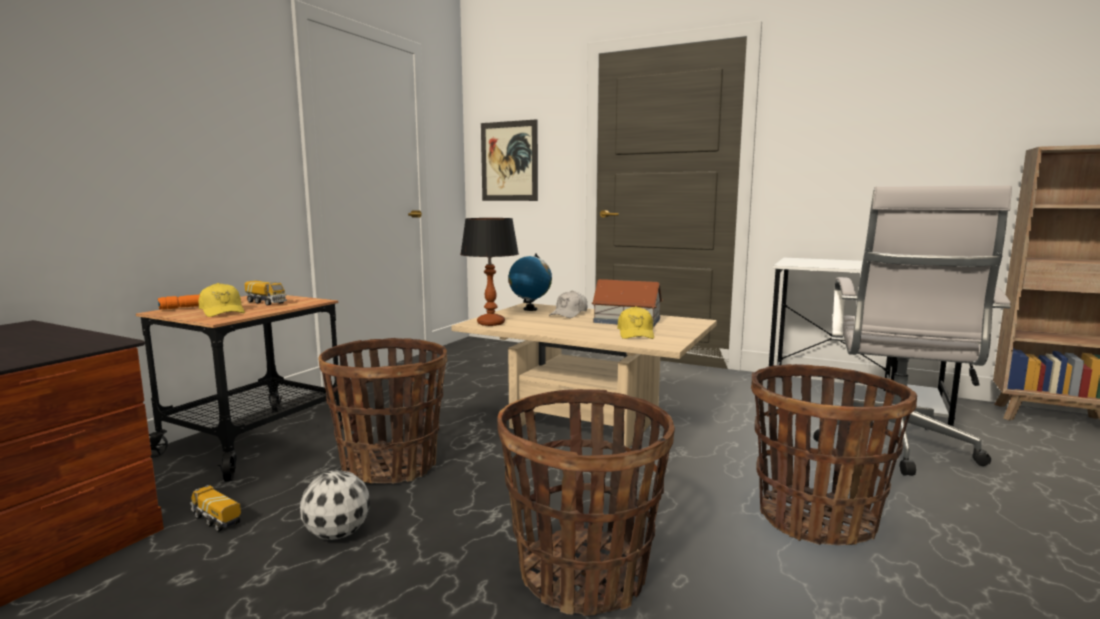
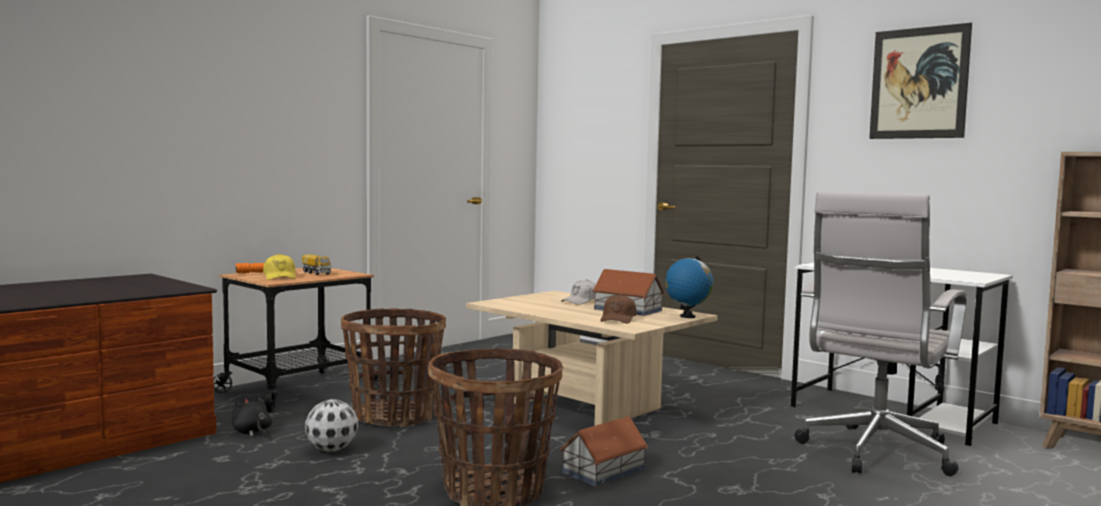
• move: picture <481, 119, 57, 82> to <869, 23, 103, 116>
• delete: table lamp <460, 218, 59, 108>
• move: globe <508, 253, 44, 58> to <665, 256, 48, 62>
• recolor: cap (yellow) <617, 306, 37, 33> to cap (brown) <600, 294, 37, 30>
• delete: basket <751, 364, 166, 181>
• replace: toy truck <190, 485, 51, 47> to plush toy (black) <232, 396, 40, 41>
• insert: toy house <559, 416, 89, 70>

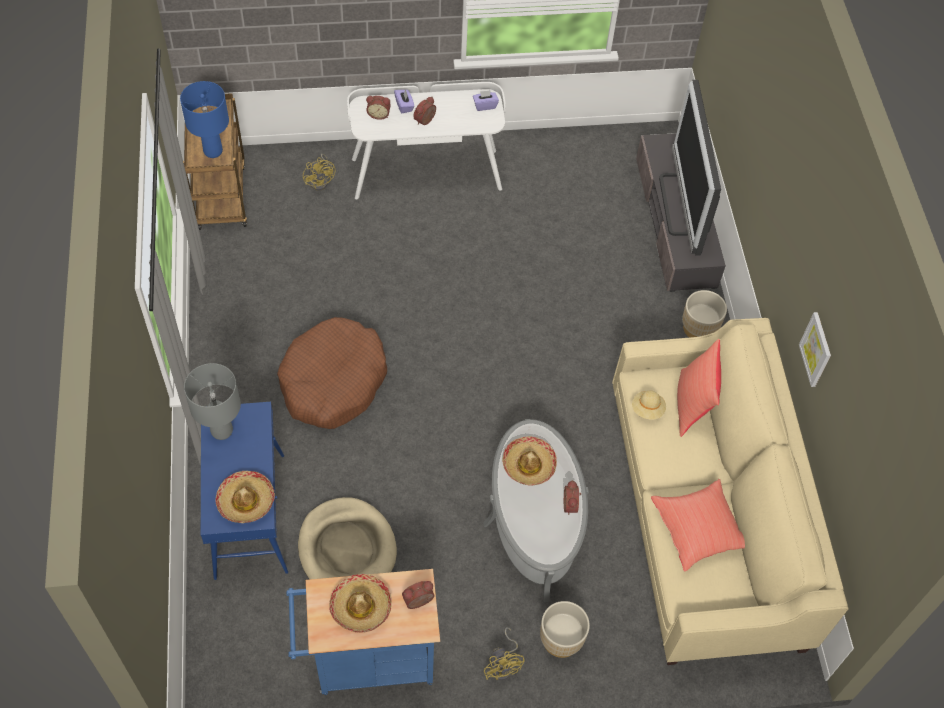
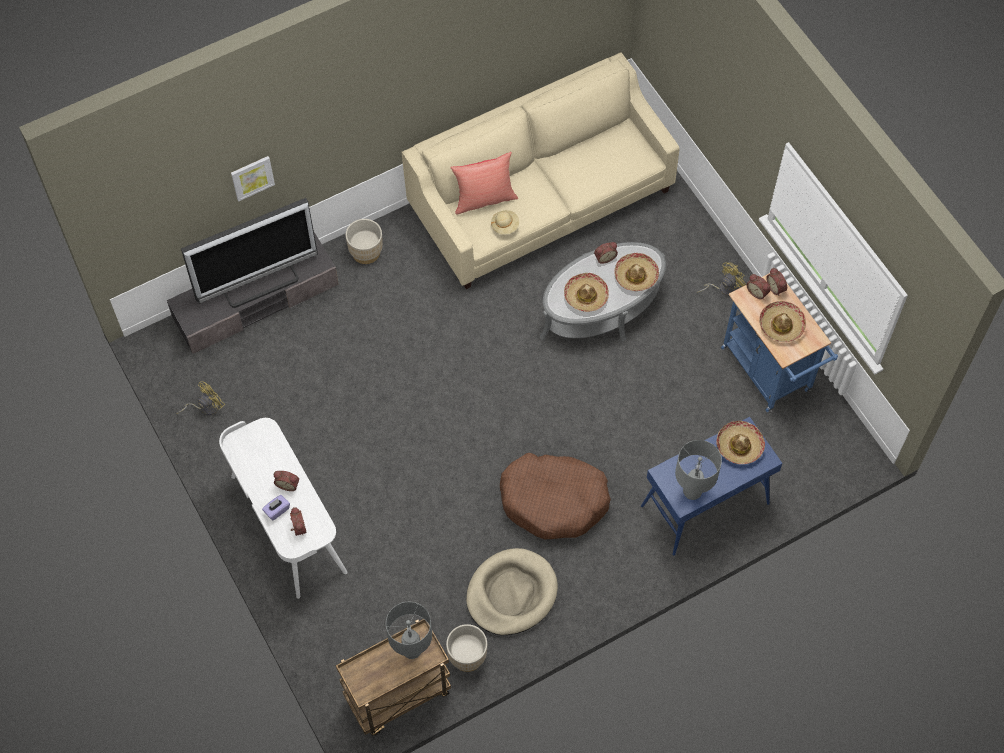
• recolor: table lamp (blue) <180, 81, 49, 77> to table lamp (grey) <386, 602, 46, 57>
• delete: tissue box (purple) <473, 90, 26, 21>
• move: fan (yellow) <303, 154, 32, 37> to <176, 381, 49, 34>
• move: picture <799, 312, 32, 75> to <231, 156, 44, 45>
• delete: pillow (red) <651, 479, 94, 92>
• move: dog bed (beige) <298, 497, 99, 82> to <466, 548, 92, 87>
• move: planter (beige) <540, 601, 50, 57> to <446, 624, 41, 48>
• insert: hat <615, 253, 44, 38>
• insert: alarm clock <766, 268, 21, 28>

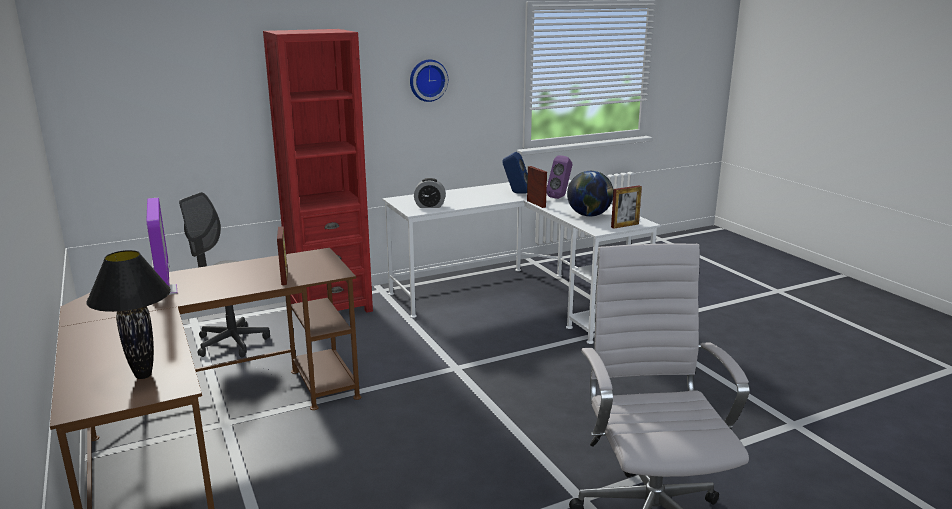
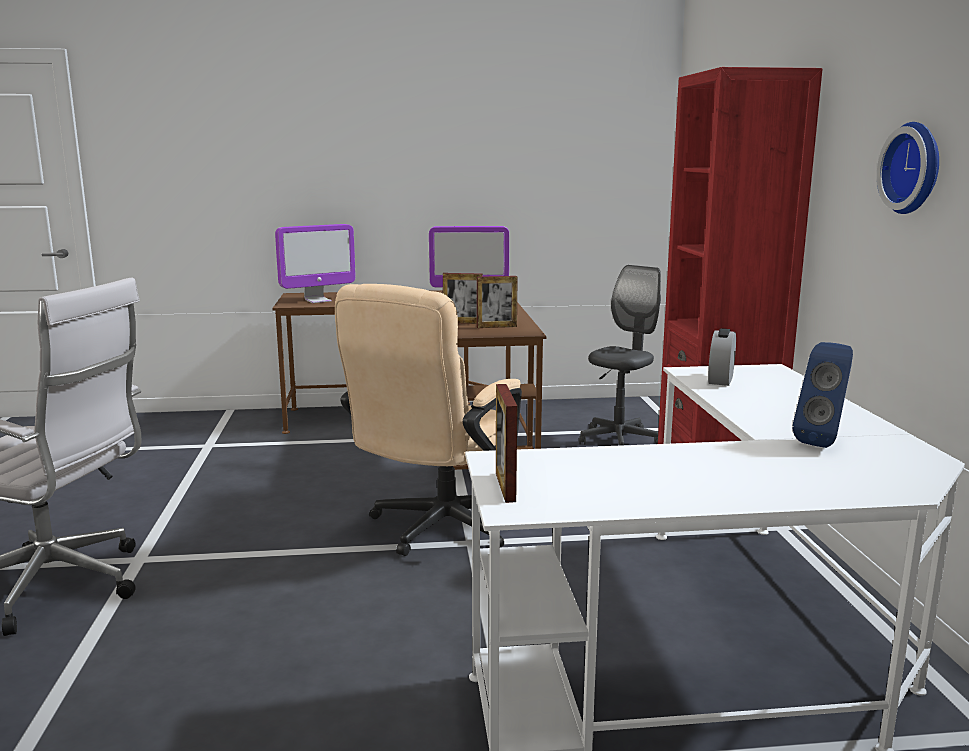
• delete: speaker (purple) <546, 155, 26, 44>
• move: picture frame <527, 166, 20, 42> to <477, 276, 41, 52>
• delete: globe <567, 171, 46, 46>
• replace: table lamp (black) <86, 250, 85, 129> to monitor <275, 224, 80, 79>
• insert: office chair (beige) <335, 284, 187, 272>

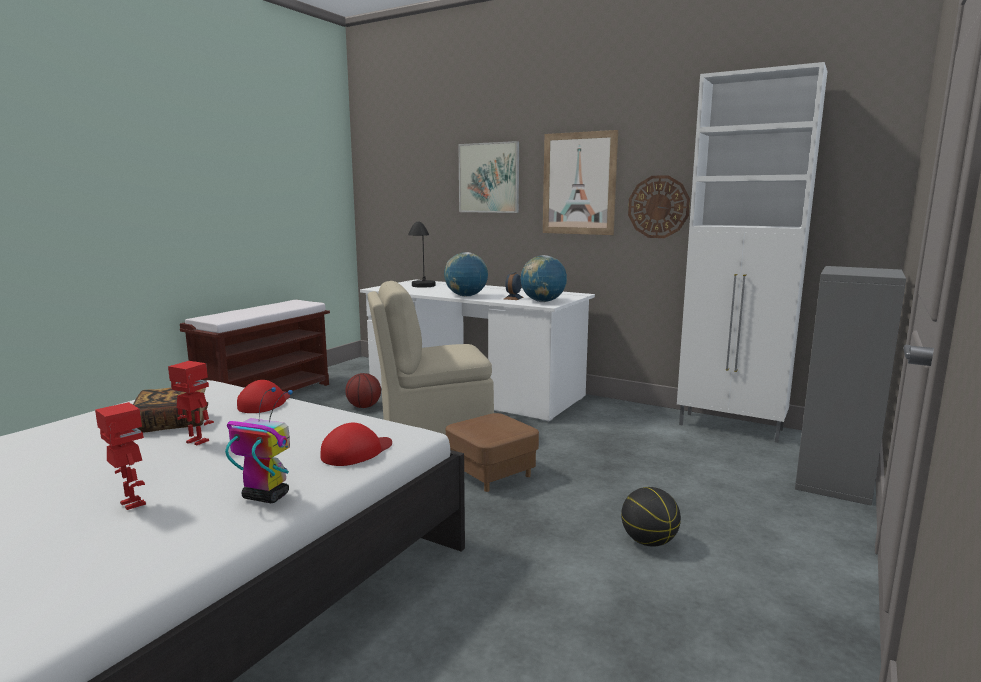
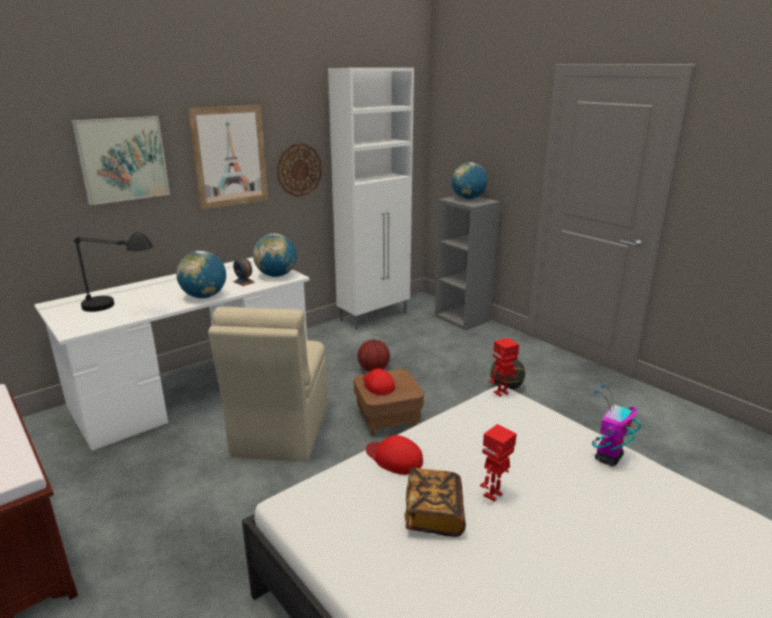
• move: basketball <345, 373, 36, 35> to <358, 340, 32, 32>
• move: toy robot <95, 402, 51, 108> to <489, 338, 30, 59>
• move: cap (red) <321, 423, 71, 43> to <363, 369, 32, 26>
• insert: globe <451, 162, 37, 37>

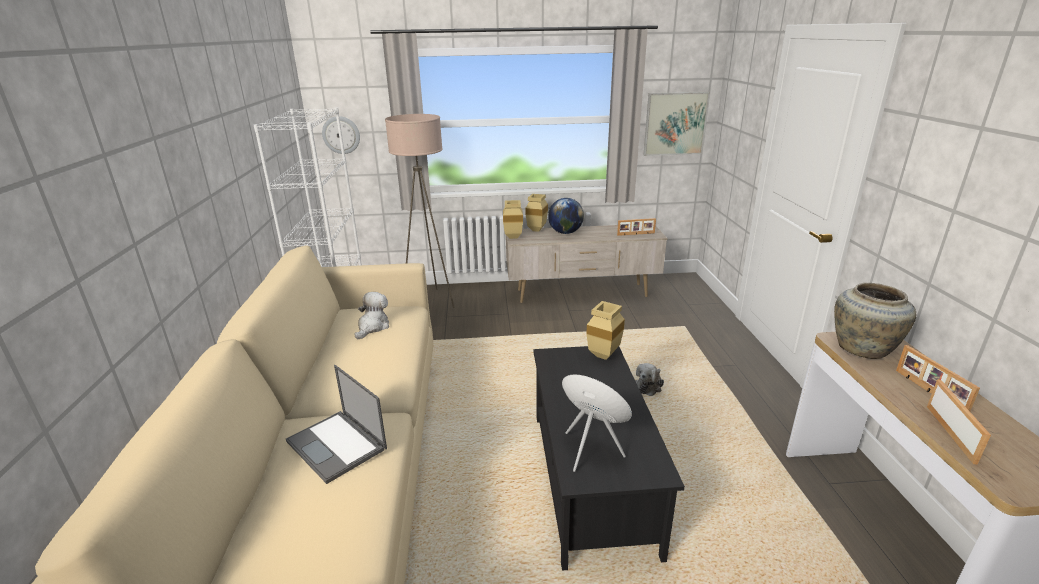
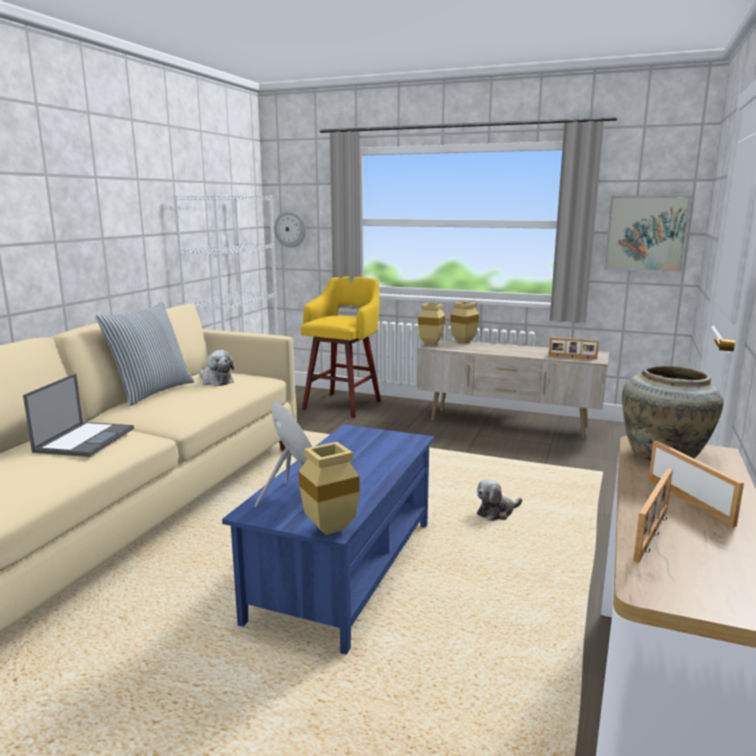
• replace: floor lamp (beige) <385, 114, 70, 194> to stool (yellow) <301, 276, 80, 142>
• delete: globe <548, 198, 36, 36>
• rotate: plush toy <354, 292, 35, 47> = <199, 350, 35, 36> 90 degrees clockwise
• move: vase (beige) <587, 301, 38, 59> to <299, 442, 61, 93>
• rotate: picture frame <896, 345, 84, 66> = <649, 441, 95, 86> 150 degrees clockwise
• recolor: coffee table (black) <533, 346, 152, 225> to coffee table (blue) <222, 424, 212, 231>
• rotate: laptop <286, 365, 101, 119> = <23, 373, 111, 84> 150 degrees counterclockwise
• insert: pillow <95, 302, 99, 104>

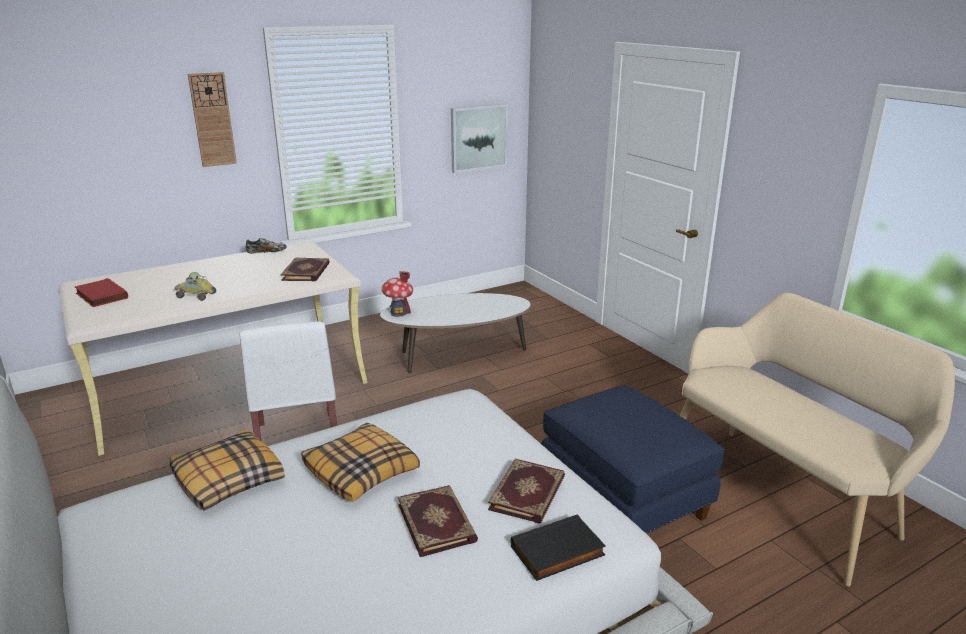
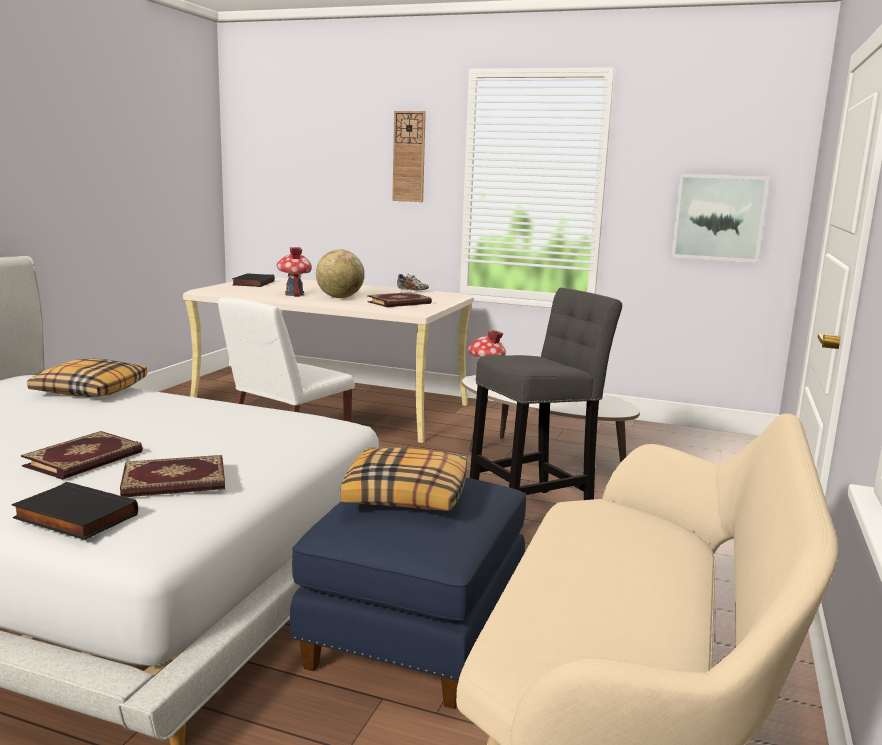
• replace: toy car <174, 272, 42, 29> to toy house <277, 247, 35, 50>
• recolor: book (red) <75, 278, 53, 29> to book (black) <232, 273, 43, 14>
• move: pillow <301, 423, 119, 79> to <340, 448, 127, 63>
• insert: globe <316, 249, 49, 49>
• insert: stool (grey) <470, 288, 152, 212>

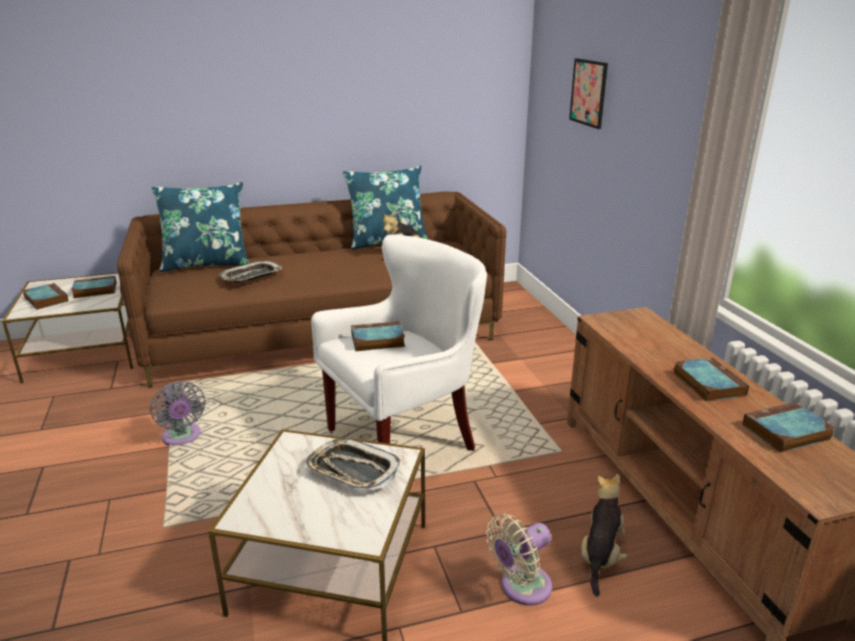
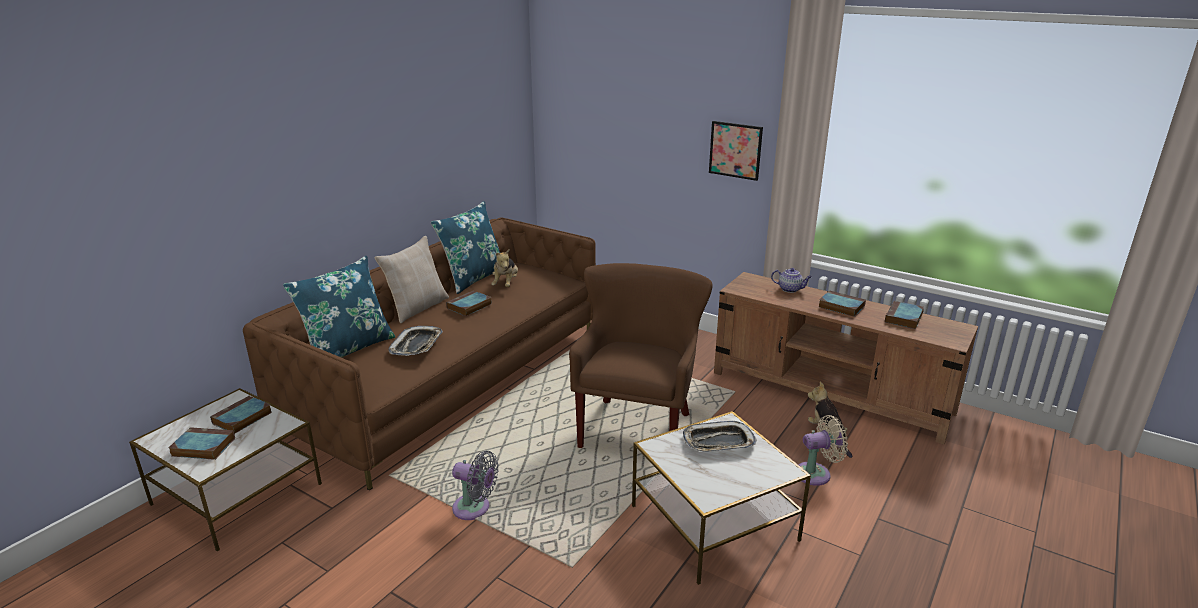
• move: picture <569, 58, 39, 71> to <709, 121, 54, 60>
• recolor: armchair (white) <311, 234, 176, 217> to armchair (brown) <569, 263, 143, 185>
• move: book <351, 321, 54, 30> to <446, 290, 45, 26>
• rotate: fan (beige) <486, 514, 66, 92> = <798, 415, 50, 71> 120 degrees counterclockwise
• insert: pillow (beige) <374, 236, 75, 87>
• insert: teapot <771, 268, 41, 25>

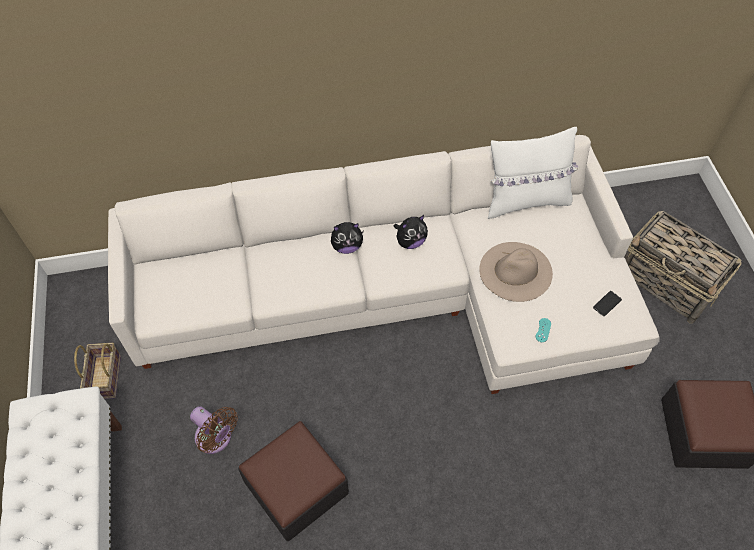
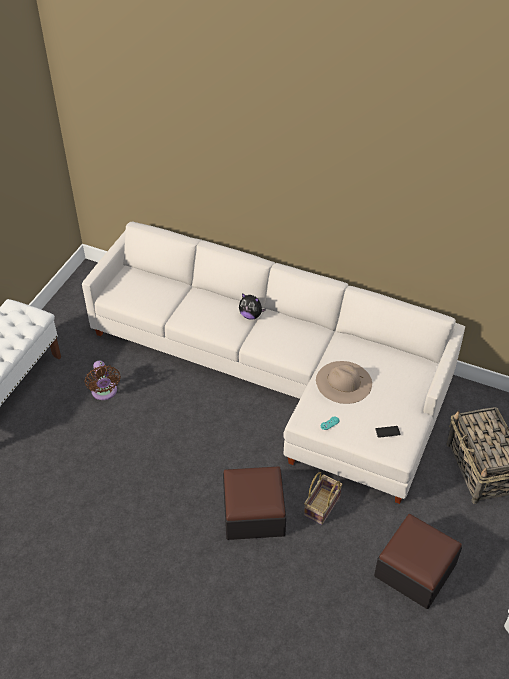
• delete: pillow (white) <488, 127, 90, 92>
• delete: plush toy <393, 215, 35, 34>
• move: basket <74, 343, 47, 56> to <304, 472, 39, 53>
• move: ottoman <238, 421, 111, 120> to <223, 466, 63, 74>

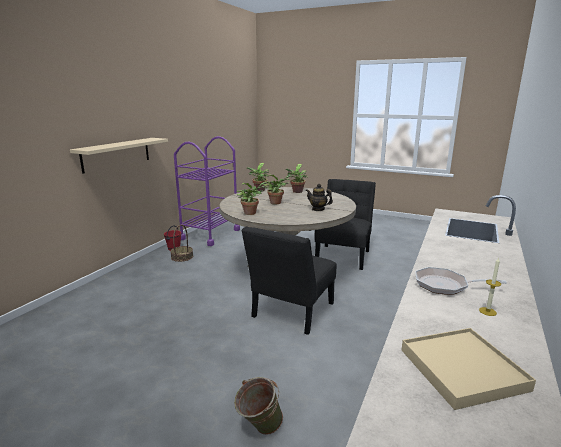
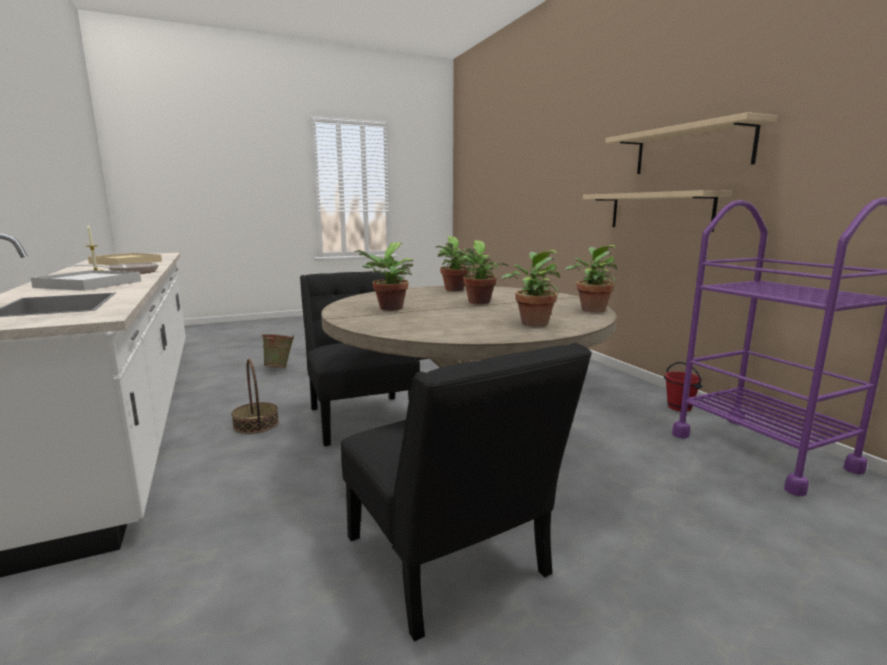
• replace: teapot <306, 184, 27, 27> to potted plant <355, 243, 59, 68>
• move: basket <170, 224, 23, 38> to <231, 359, 48, 75>
• insert: shelf (beige) <605, 112, 173, 62>
• insert: tray (white) <31, 270, 110, 21>

